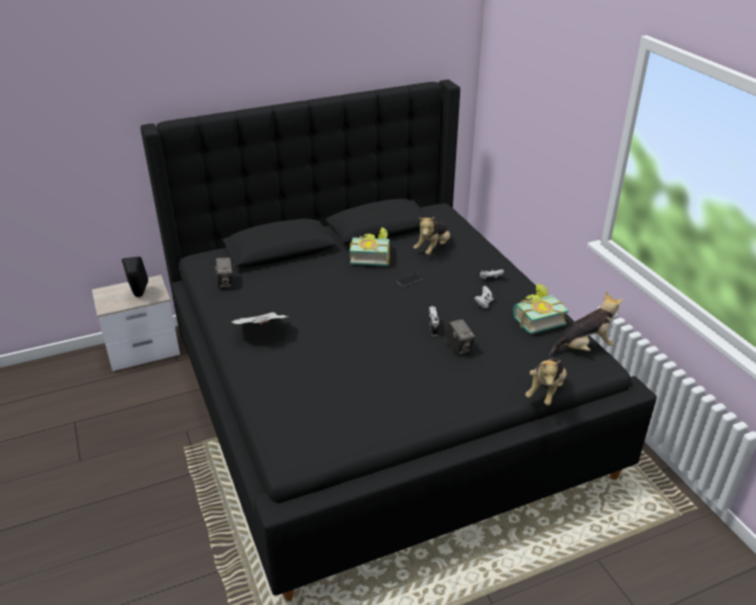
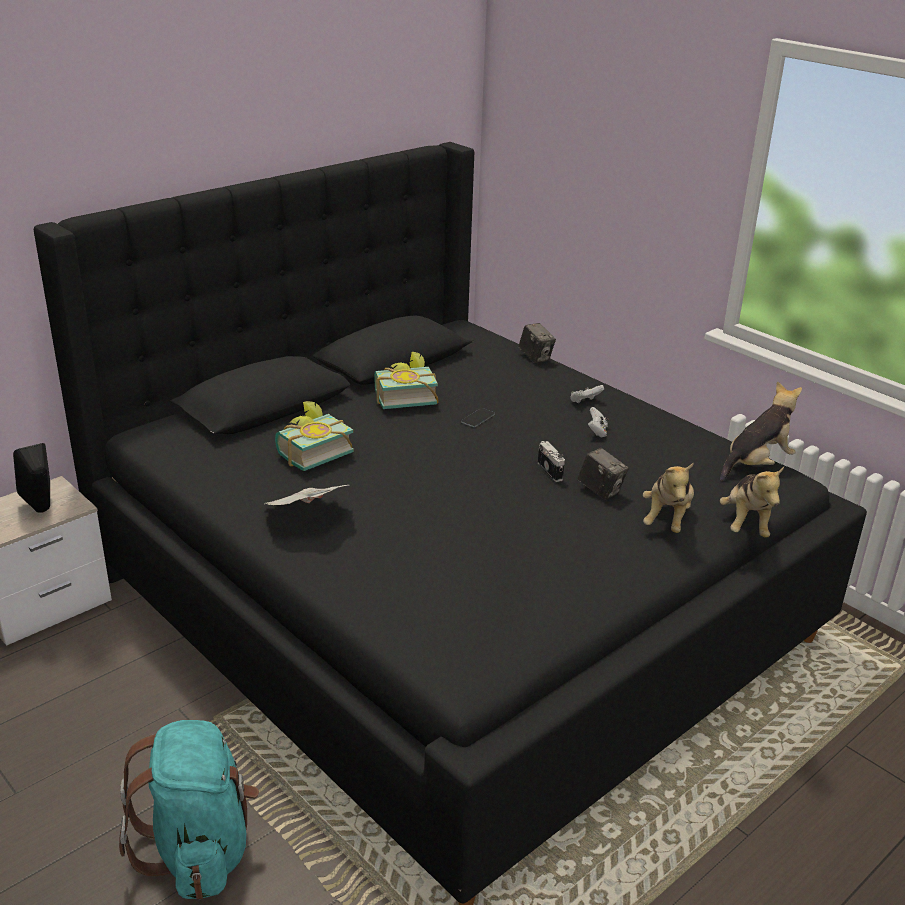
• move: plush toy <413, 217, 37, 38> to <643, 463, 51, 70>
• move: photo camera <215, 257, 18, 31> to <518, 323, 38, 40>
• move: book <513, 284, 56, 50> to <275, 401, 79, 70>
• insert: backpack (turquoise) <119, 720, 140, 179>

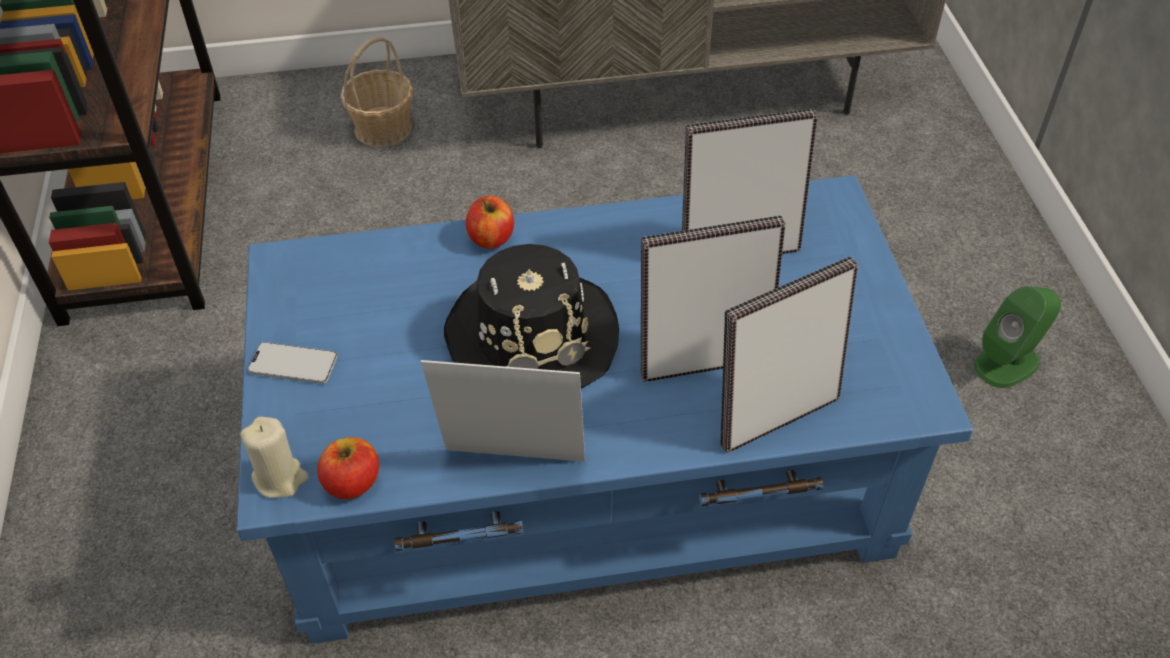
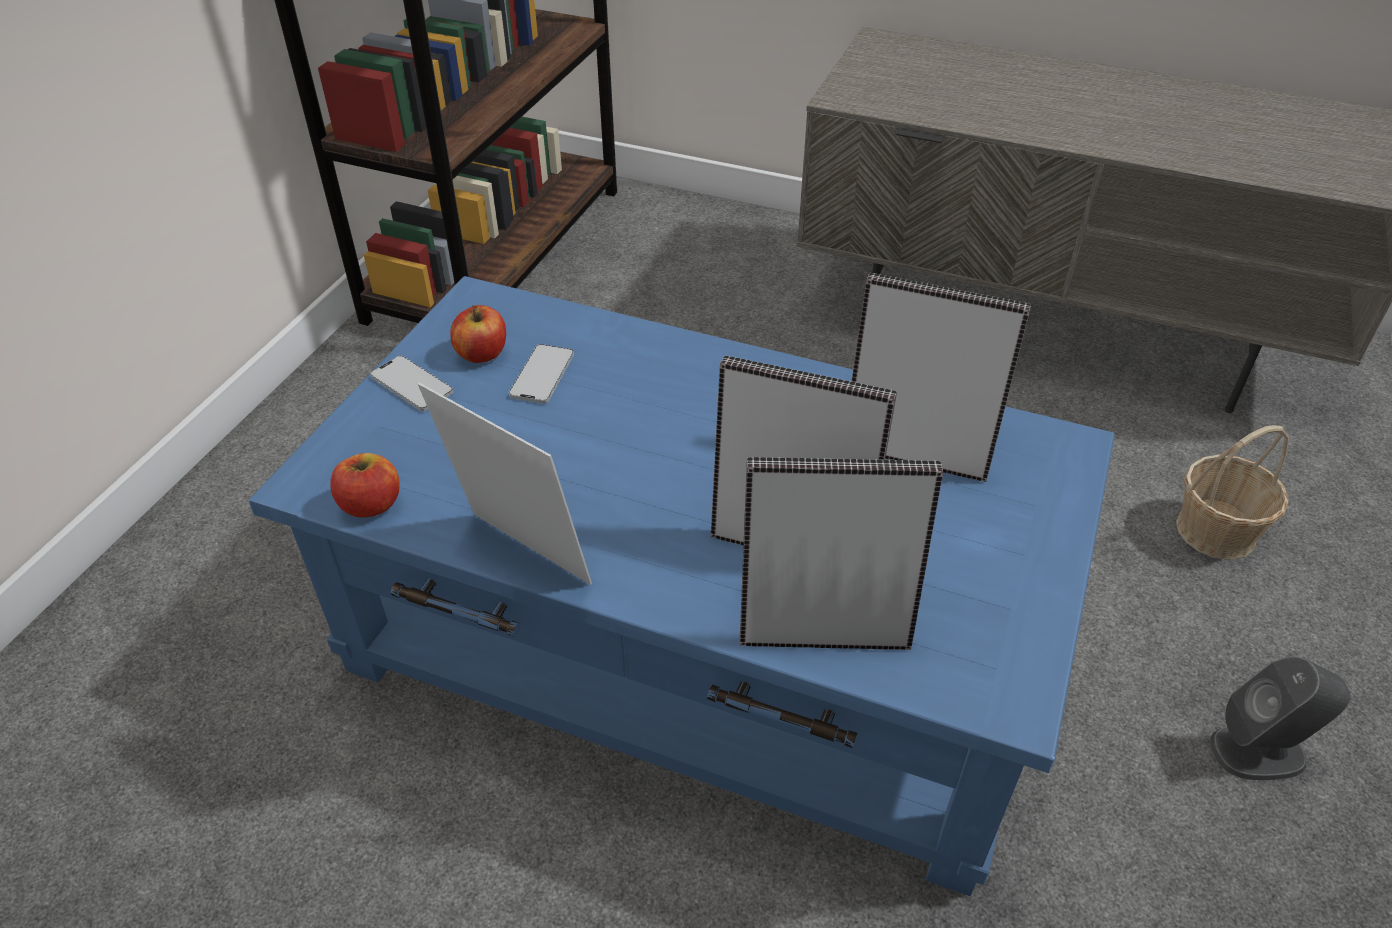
• move: basket <340, 36, 74, 111> to <1176, 425, 113, 135>
• move: apple <466, 196, 48, 53> to <450, 305, 56, 58>
• delete: hat (black) <444, 244, 175, 145>
• recolor: speaker (green) <974, 286, 87, 102> to speaker (grey) <1210, 656, 141, 124>
• delete: candle (beige) <240, 417, 69, 81>
• insert: phone <509, 344, 65, 60>

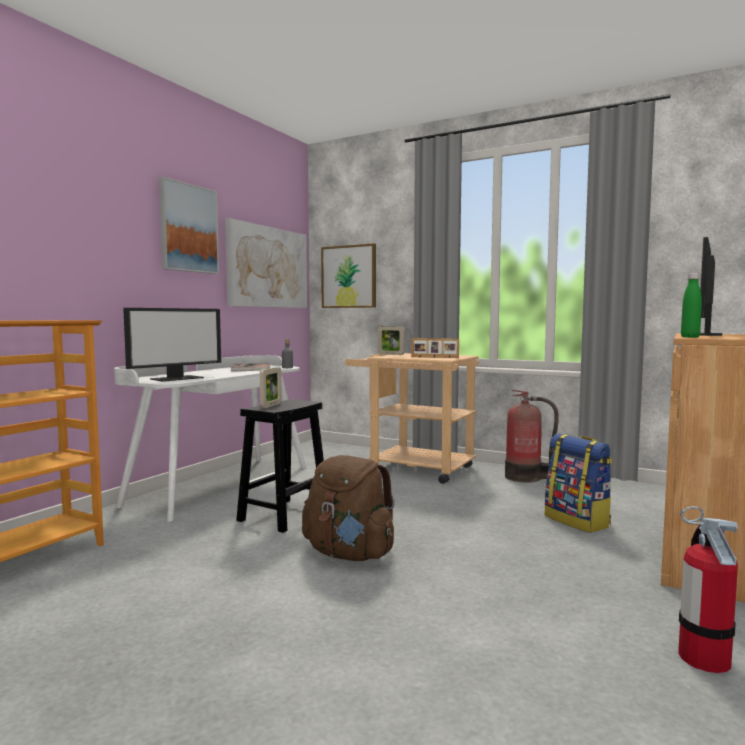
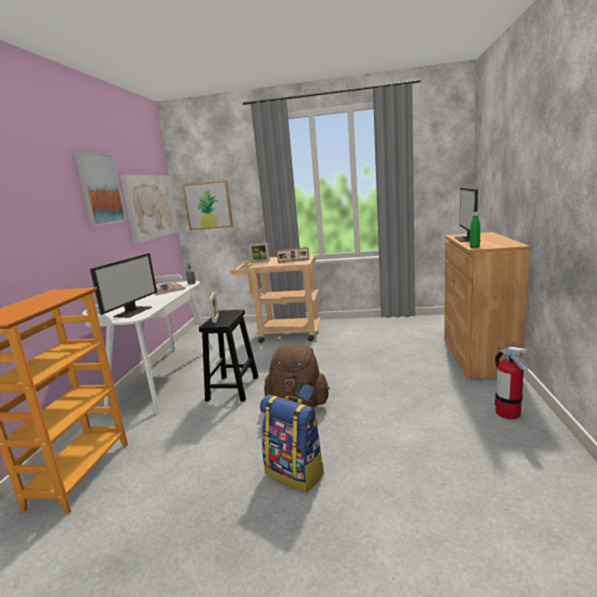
• delete: fire extinguisher <505, 390, 54, 93>
• move: backpack <545, 434, 67, 99> to <260, 395, 64, 97>

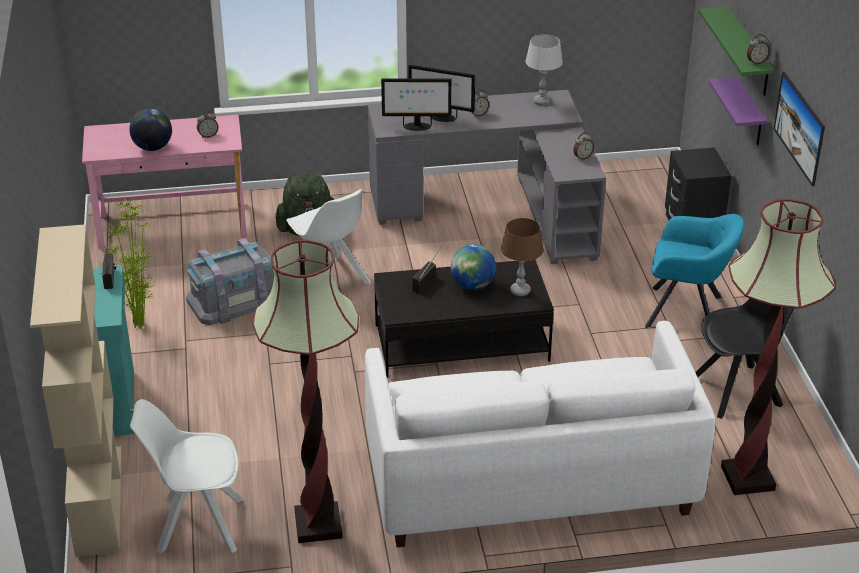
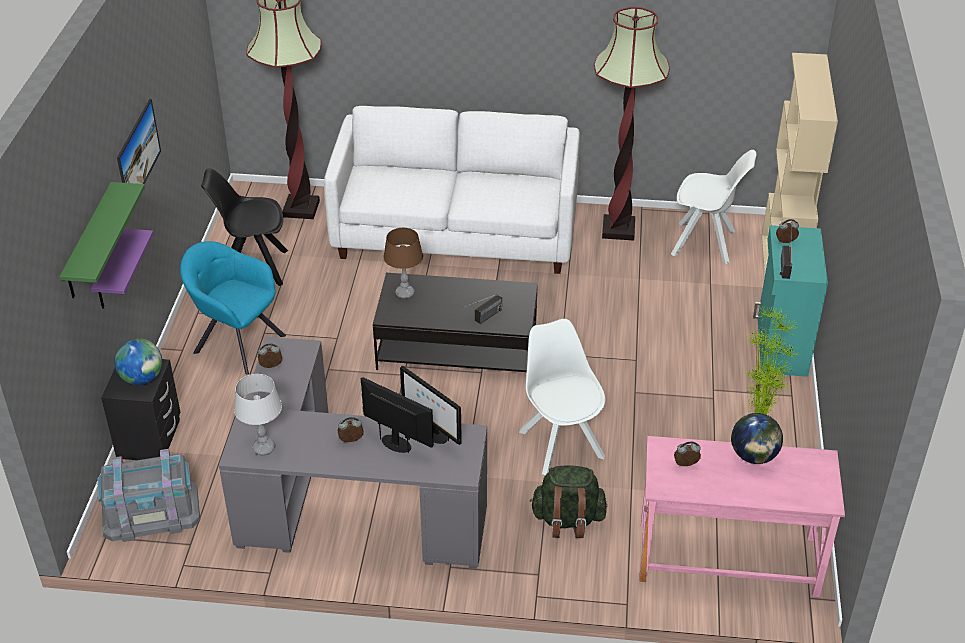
• move: alarm clock <747, 34, 23, 31> to <776, 219, 23, 24>
• rotate: monitor <381, 78, 71, 53> = <400, 366, 62, 79> 150 degrees counterclockwise
• move: storage box (grey) <186, 238, 88, 87> to <97, 449, 103, 93>
• move: globe <451, 244, 45, 46> to <114, 338, 48, 47>

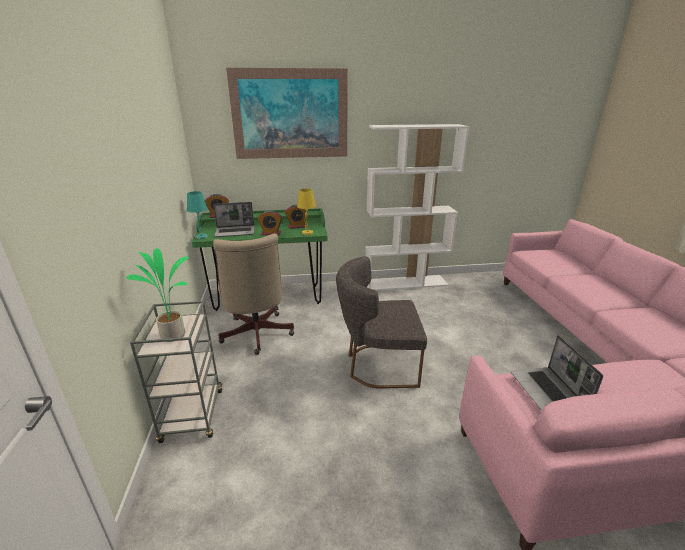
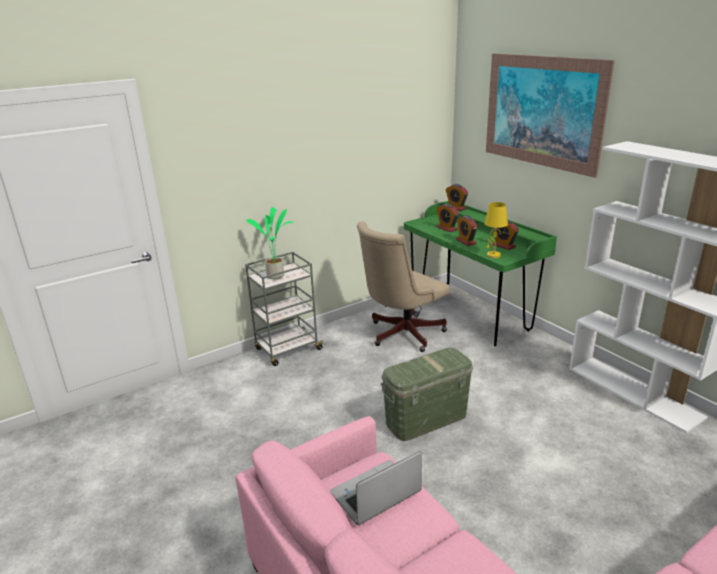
• delete: table lamp (turquoise) <187, 191, 21, 48>
• replace: laptop <213, 202, 41, 35> to alarm clock <437, 204, 22, 28>
• replace: chair (grey) <336, 256, 91, 133> to storage box (green) <381, 347, 92, 94>

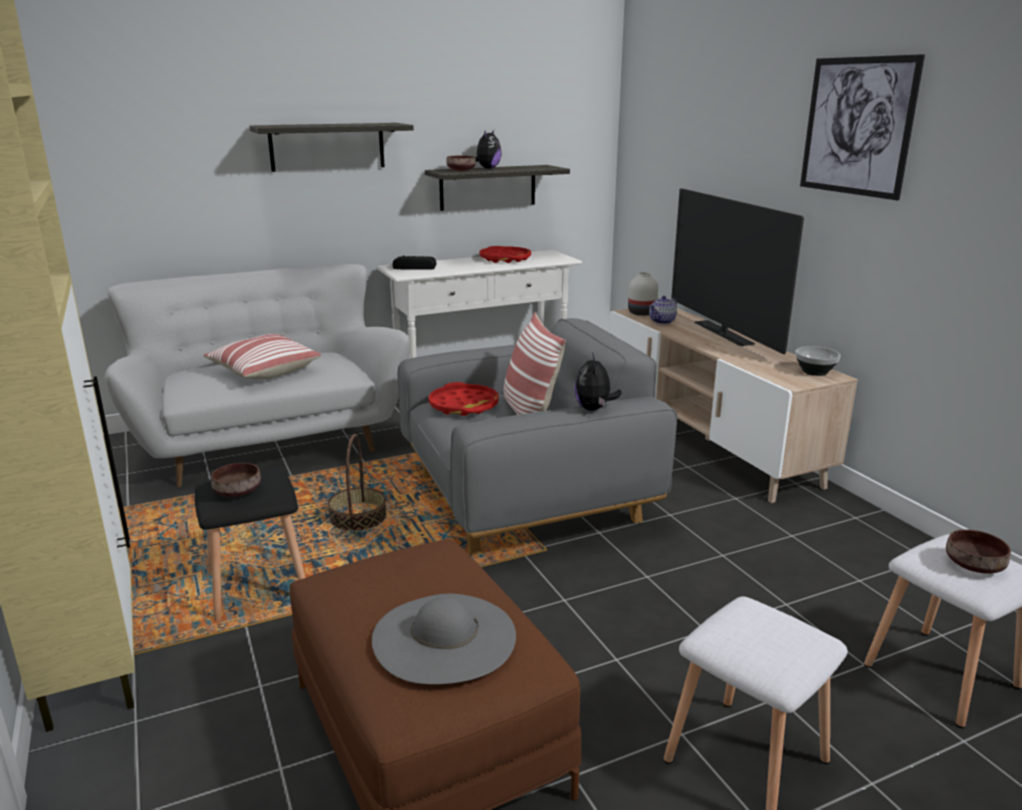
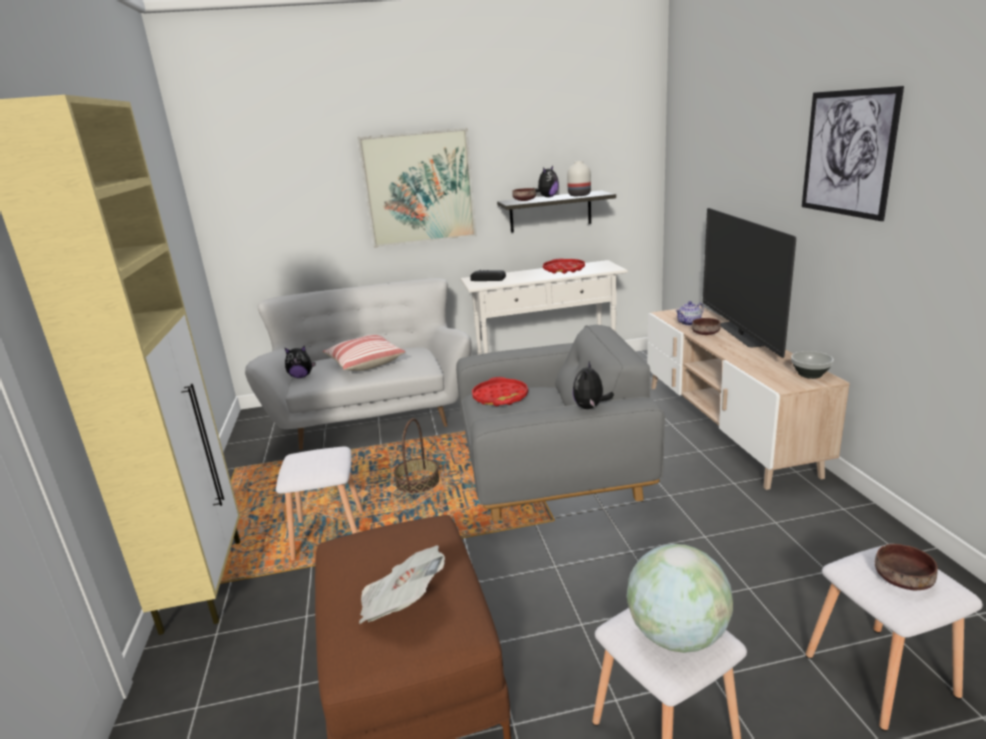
• replace: shelf <249, 123, 165, 49> to picture <358, 128, 119, 120>
• move: vase (white) <628, 272, 30, 44> to <567, 161, 24, 35>
• delete: pillow <503, 313, 63, 102>
• move: bowl (brown) <211, 463, 50, 34> to <692, 318, 29, 17>
• recolor: stool (black) <195, 469, 111, 153> to stool (white) <276, 446, 88, 115>
• replace: hat (grey) <372, 594, 144, 90> to newspaper <359, 546, 86, 78>
• insert: plush toy <285, 345, 30, 33>
• insert: globe <627, 544, 106, 109>

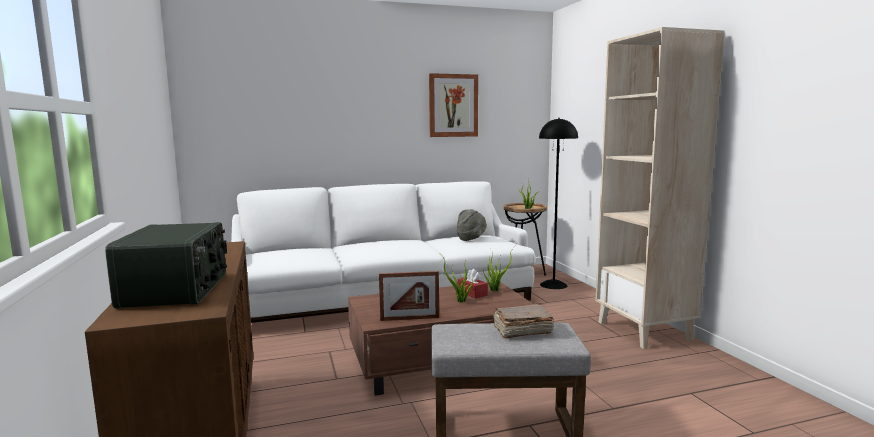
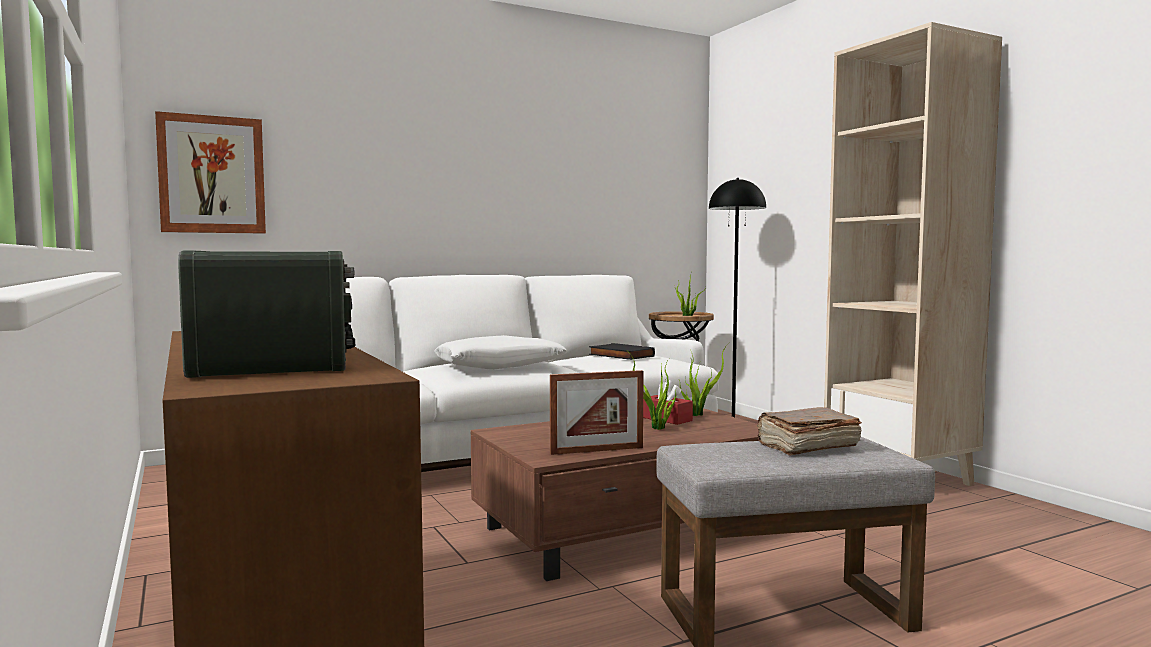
• move: picture <429, 73, 49, 64> to <155, 111, 111, 123>
• replace: hat (grey) <456, 209, 31, 32> to book (black) <589, 343, 66, 17>
• insert: pillow (white) <434, 335, 133, 35>

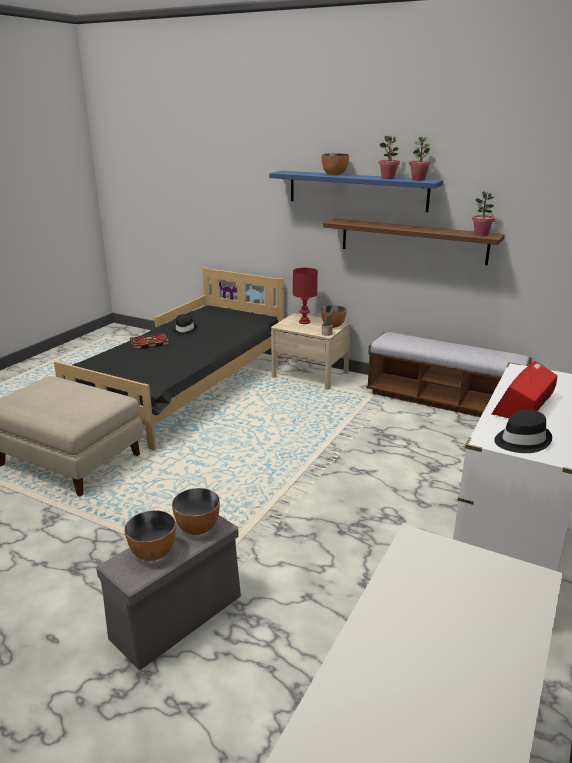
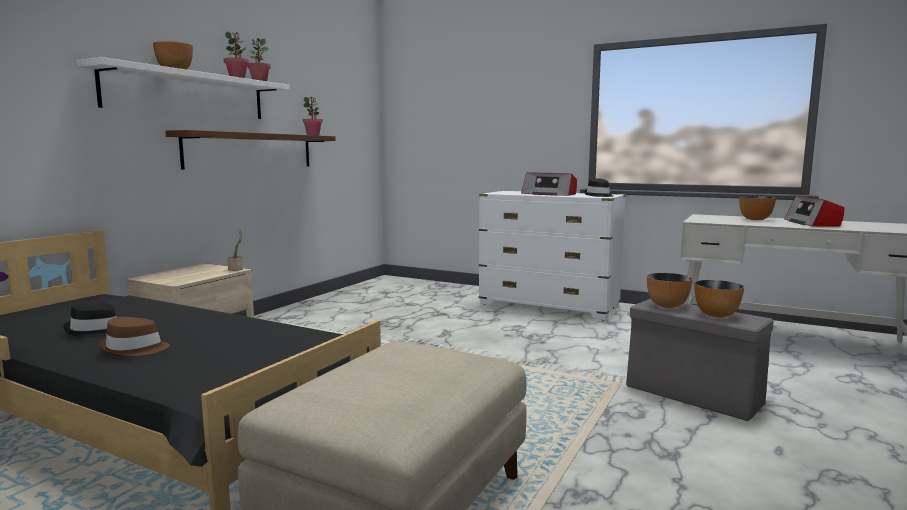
• recolor: shelf (blue) <269, 171, 174, 41> to shelf (white) <77, 57, 213, 62>
• delete: table lamp (red) <293, 268, 25, 56>
• move: bowl <321, 305, 26, 23> to <739, 196, 37, 24>
• delete: bench <366, 332, 166, 85>
• replace: book <130, 333, 40, 16> to hat (brown) <99, 317, 71, 39>
• insert: radio <784, 195, 60, 32>

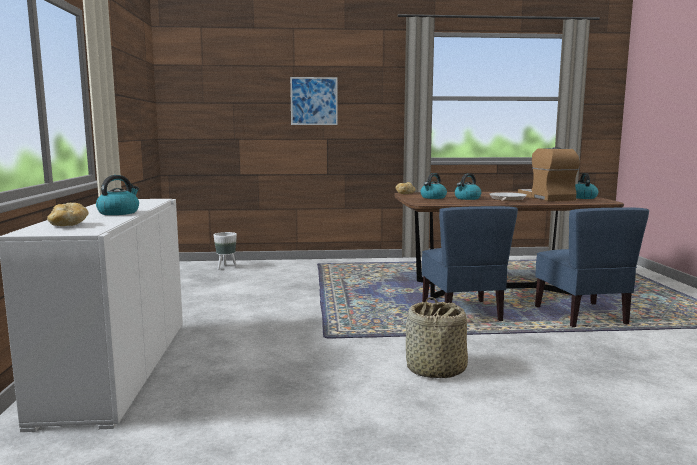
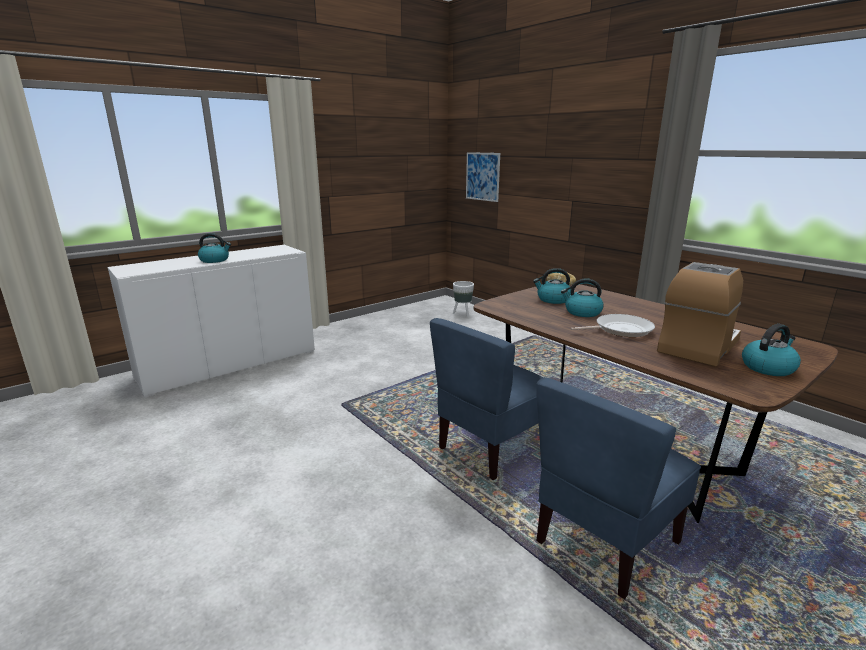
• move: picture <290, 77, 48, 48> to <466, 152, 34, 50>
• delete: bread <47, 203, 42, 23>
• delete: basket <406, 297, 62, 81>

